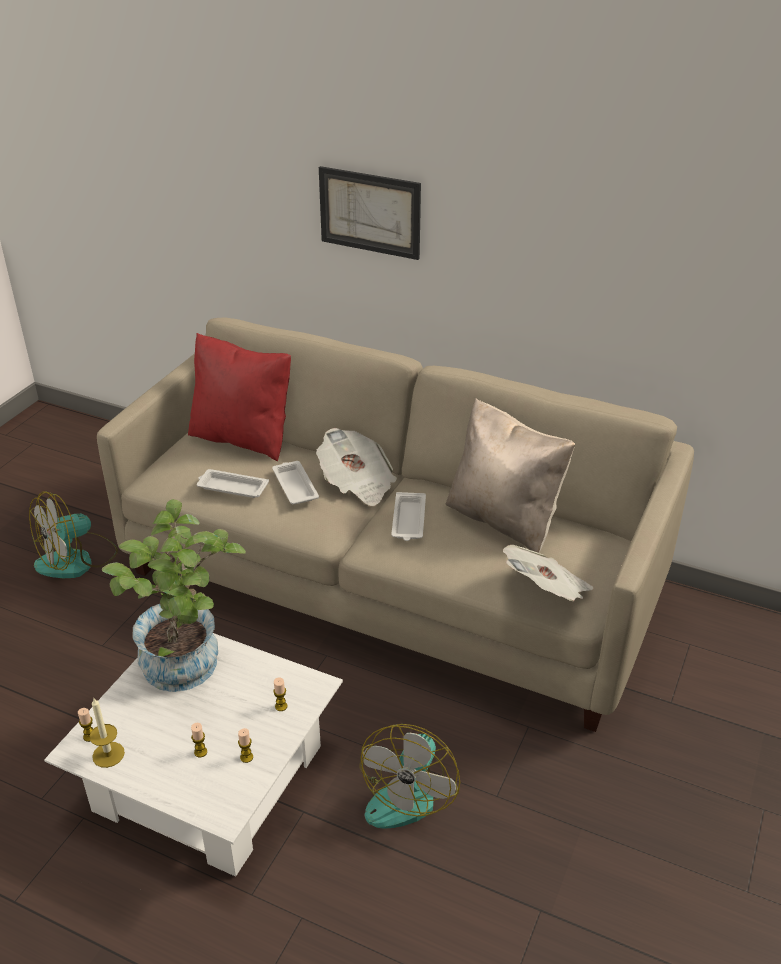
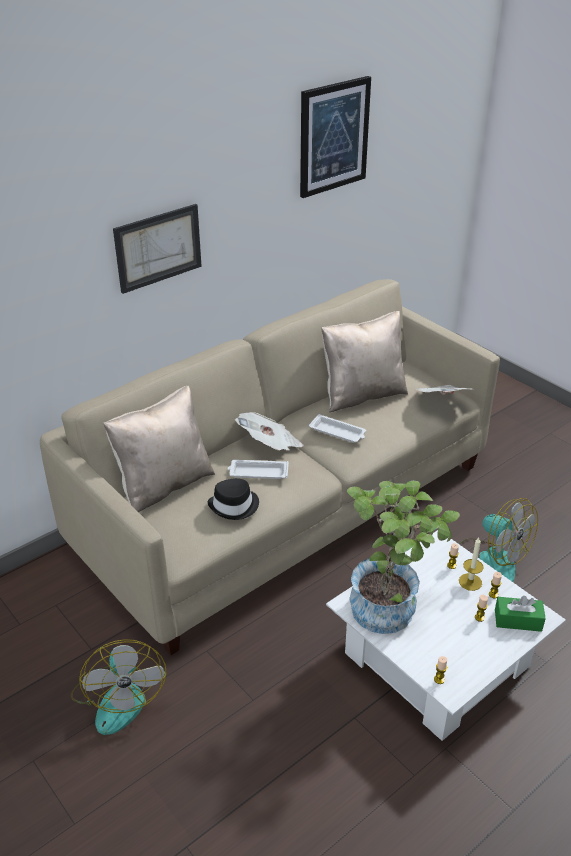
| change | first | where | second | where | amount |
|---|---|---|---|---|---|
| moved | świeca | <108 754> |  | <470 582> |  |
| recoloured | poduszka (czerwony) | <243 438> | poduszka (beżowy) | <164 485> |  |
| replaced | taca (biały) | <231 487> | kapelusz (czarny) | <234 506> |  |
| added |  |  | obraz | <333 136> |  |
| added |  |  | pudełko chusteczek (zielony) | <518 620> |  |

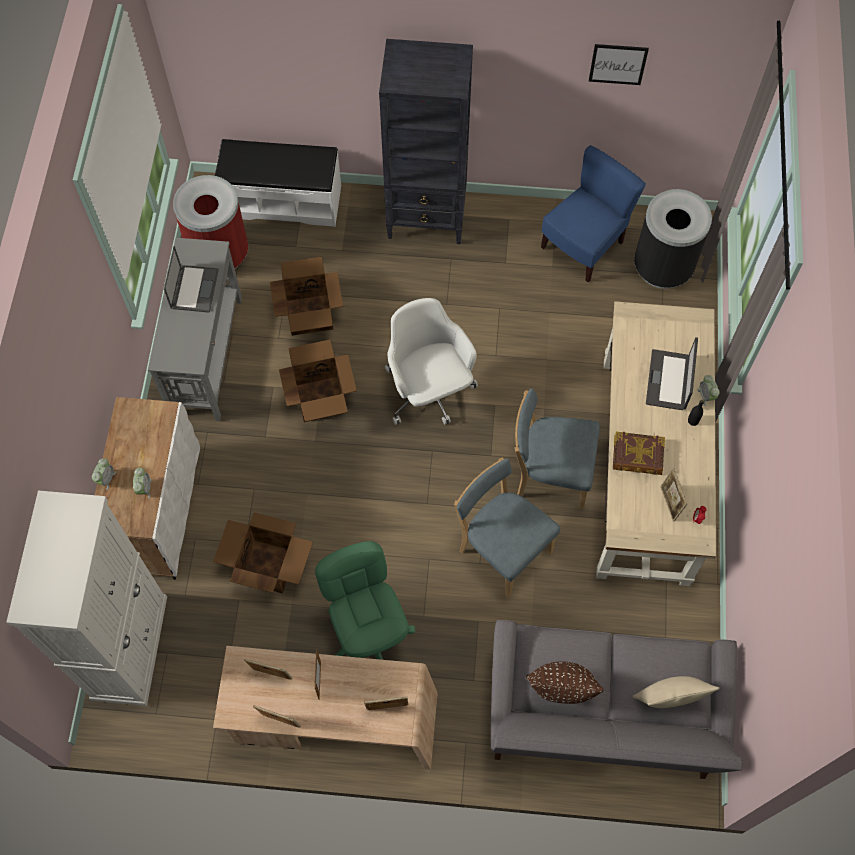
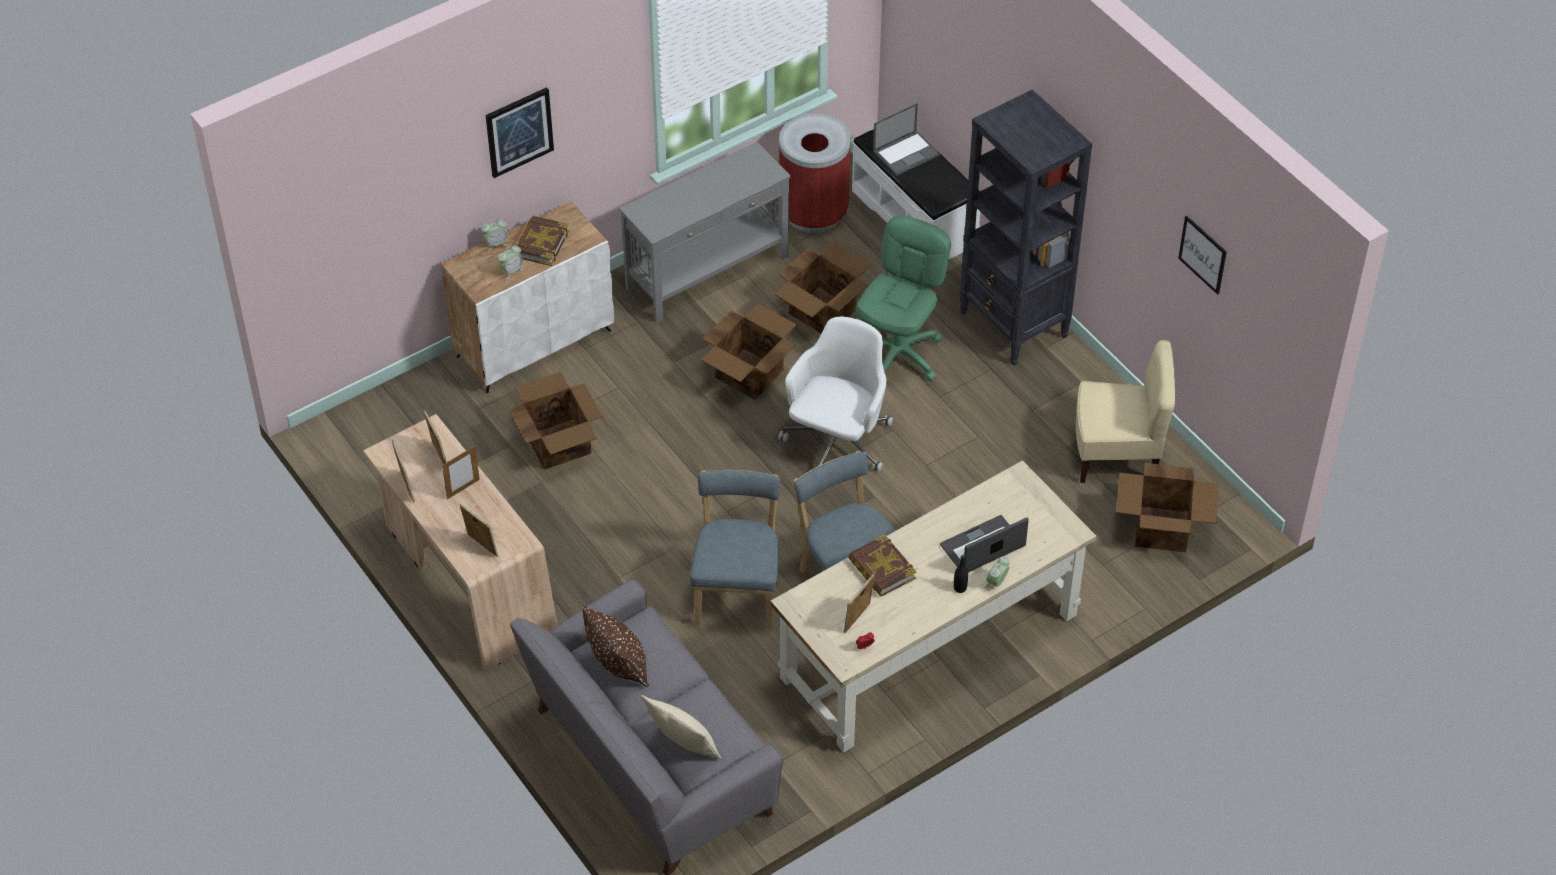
| change | first | where | second | where | amount |
|---|---|---|---|---|---|
| removed | szafka (biały) | <130 647> |  |  |  |
| moved | laptop | <194 288> |  | <906 153> |  |
| moved | krzesło biurowe (zielony) | <368 633> |  | <898 355> |  |
| recoloured | krzesło (niebieski) | <583 246> | krzesło (beżowy) | <1117 455> |  |
| replaced | kosz na śmieci (czarny) | <663 268> | karton | <1162 529> |  |
| added |  |  | obraz | <519 131> |  |
| added |  |  | książka | <541 244> |  |

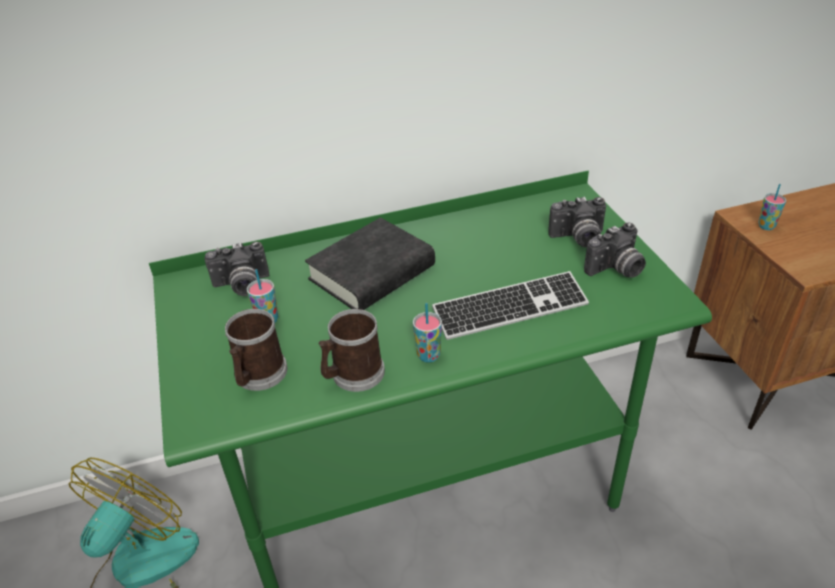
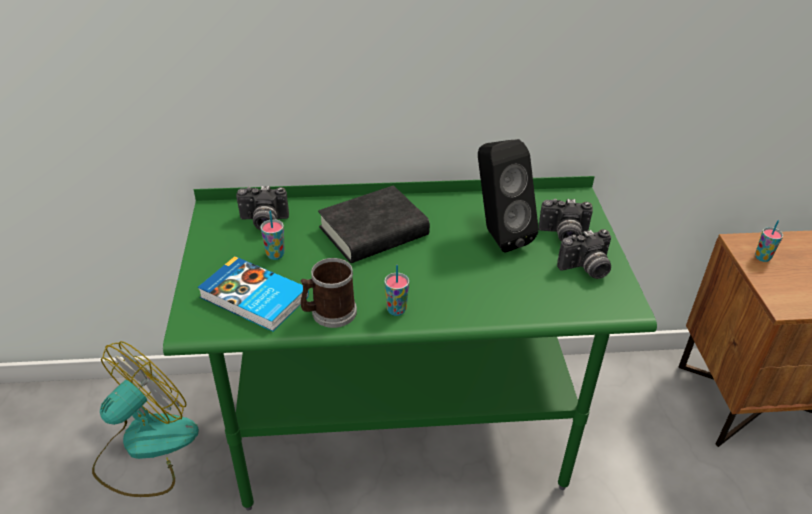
| change | first | where | second | where | amount |
|---|---|---|---|---|---|
| replaced | kubek | <258 376> | książka | <253 298> |  |
| removed | klawiatura | <510 308> |  |  |  |
| added |  |  | głośnik (czarny) | <497 235> |  |

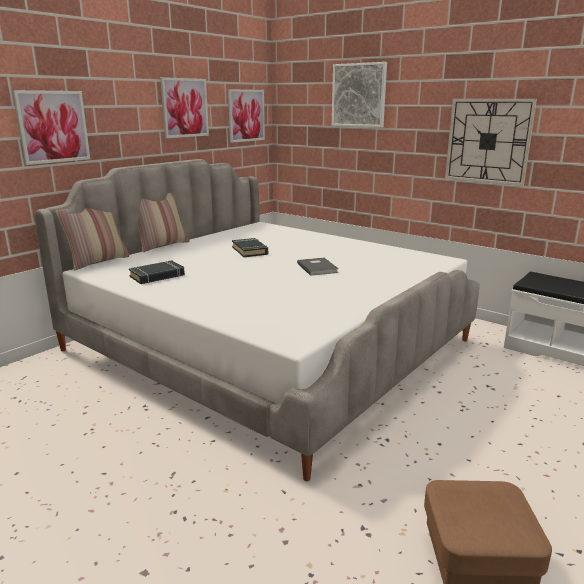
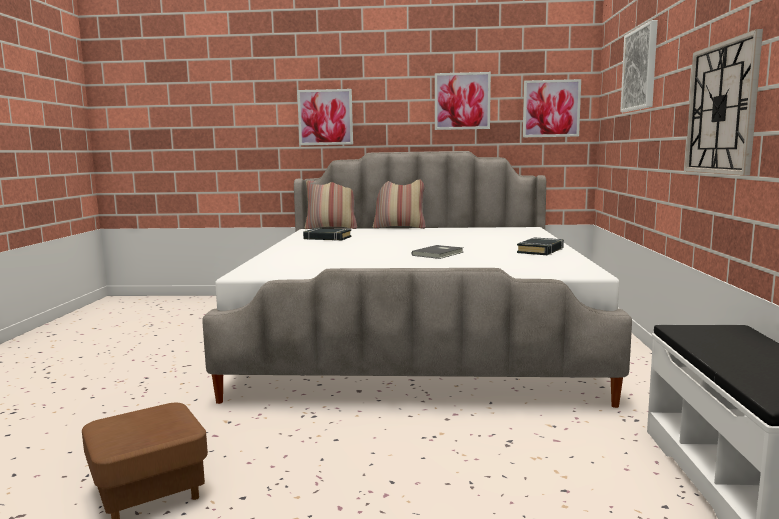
| change | first | where | second | where | amount |
|---|---|---|---|---|---|
| moved | książka (czarny) | <250 251> |  | <540 250> |  |

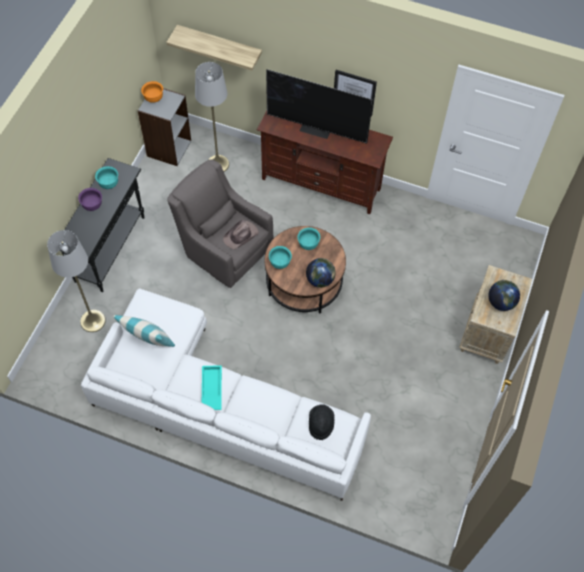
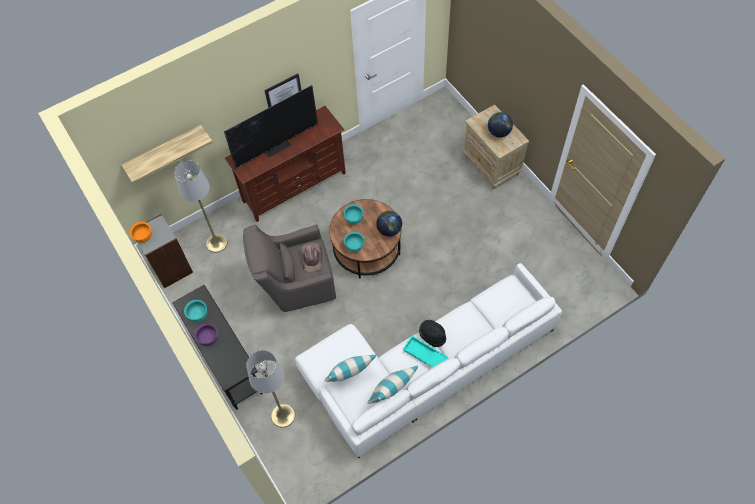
| change | first | where | second | where | amount |
|---|---|---|---|---|---|
| moved | kapelusz (czarny) | <321 424> |  | <432 335> |  |
| added |  |  | poduszka | <392 392> |  |

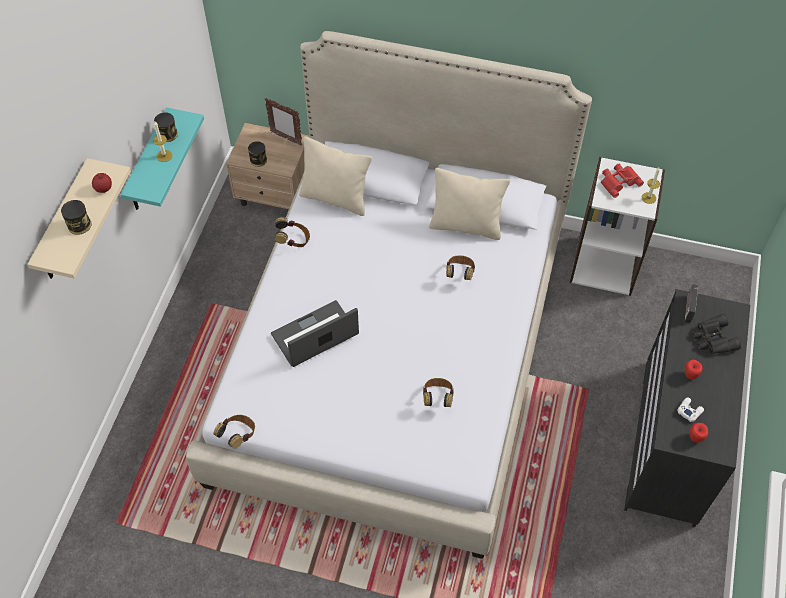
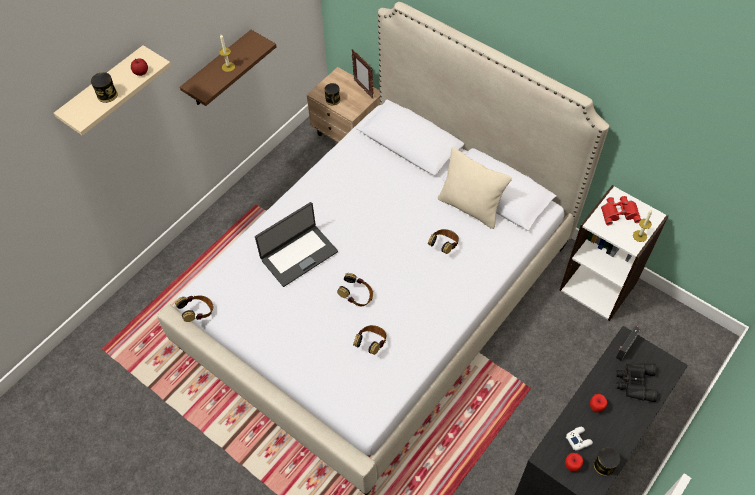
| change | first | where | second | where | amount |
|---|---|---|---|---|---|
| recoloured | półka (turkusowy) | <148 163> | półka (brązowy) | <219 70> |  |
| moved | puszka | <168 134> |  | <604 465> |  |
| turned | laptop | <315 335> |  | <298 255> | 150 degrees clockwise |
| moved | słuchawki | <293 241> |  | <357 297> |  |
| removed | poduszka (beżowy) | <335 198> |  |  |  |

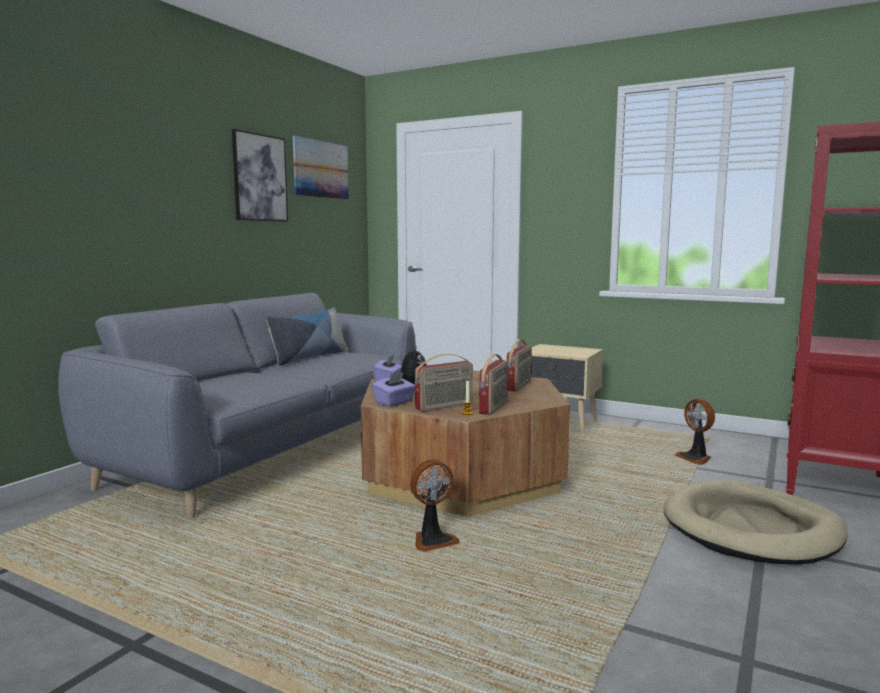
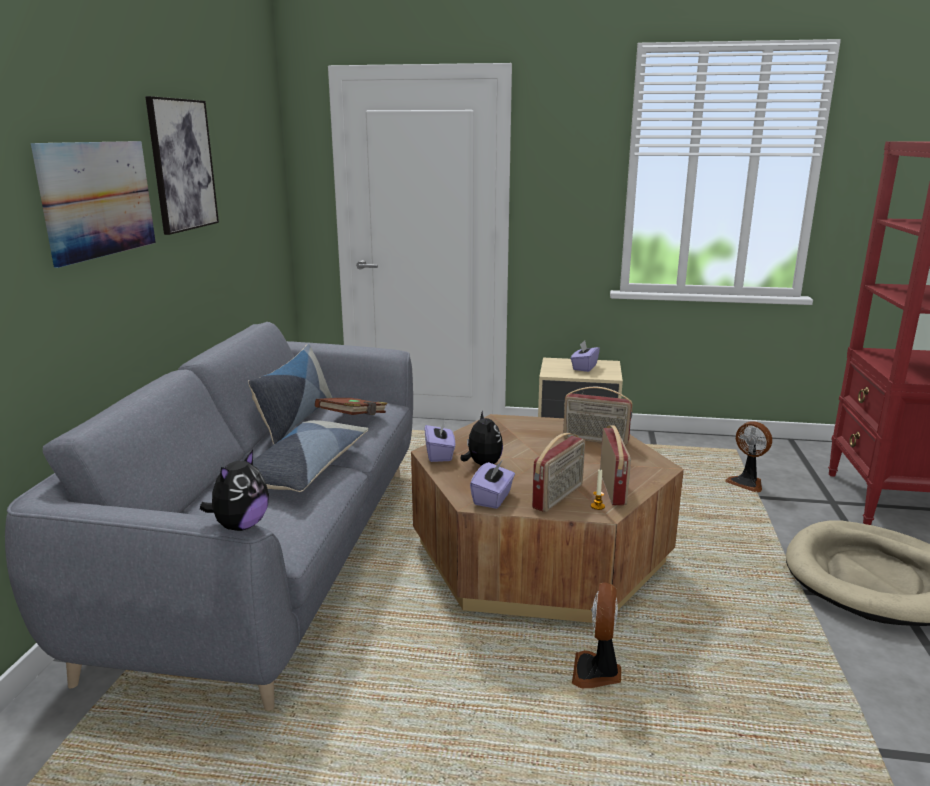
| change | first | where | second | where | amount |
|---|---|---|---|---|---|
| moved | obraz | <321 169> |  | <98 199> |  |
| turned | wentylator | <433 540> |  | <597 672> | 150 degrees clockwise |
| turned | radio | <519 385> |  | <595 440> | 105 degrees clockwise |
| added |  |  | pluszak | <240 526> |  |
| added |  |  | poduszka | <304 469> |  |
| added |  |  | książka (brązowy) | <354 419> |  |
| added |  |  | pudełko chusteczek (fioletowy) | <584 367> |  |

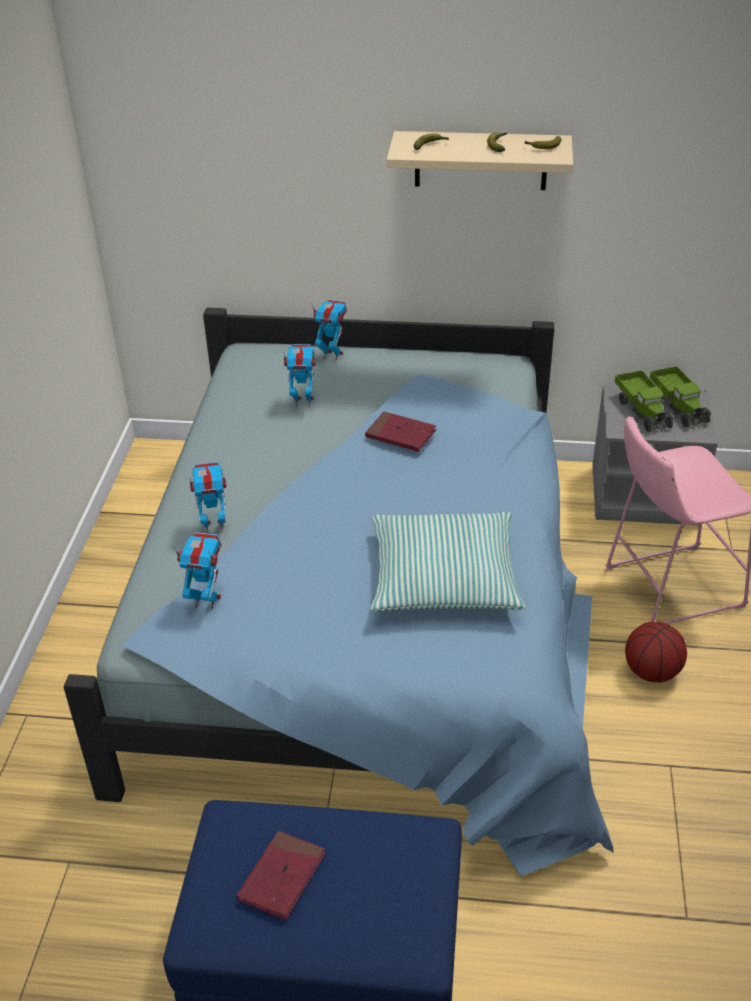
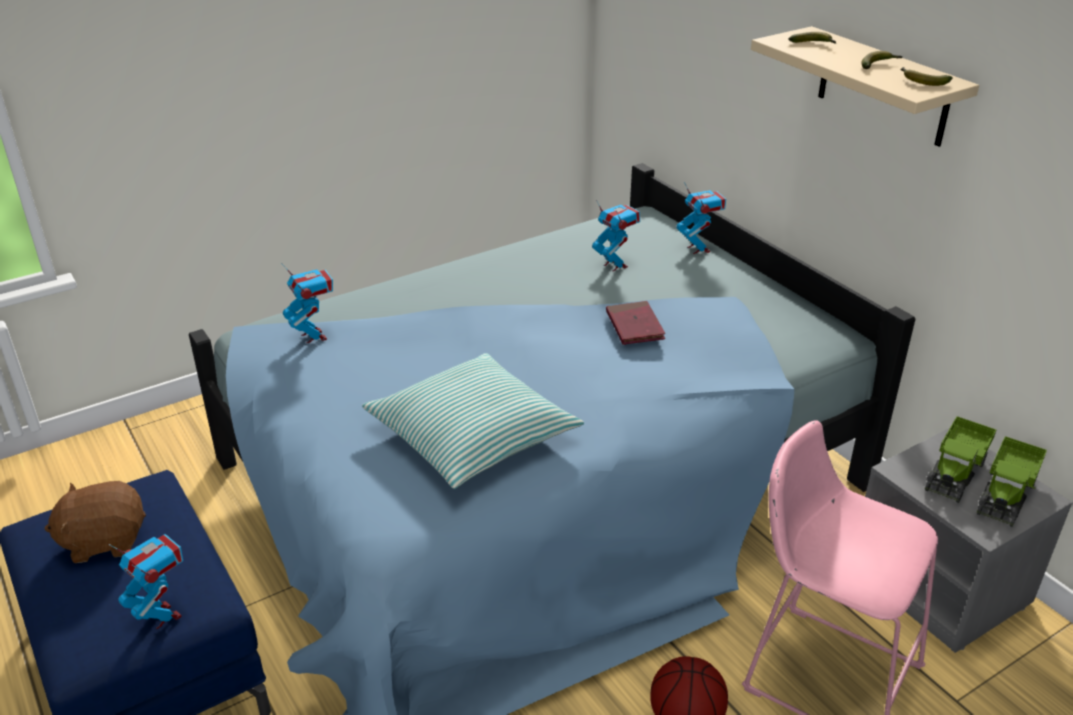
| change | first | where | second | where | amount |
|---|---|---|---|---|---|
| moved | robot zabawkowy | <214 526> |  | <163 616> |  |
| replaced | książka (czerwony) | <282 877> | pluszak (brązowy) | <104 540> |  |

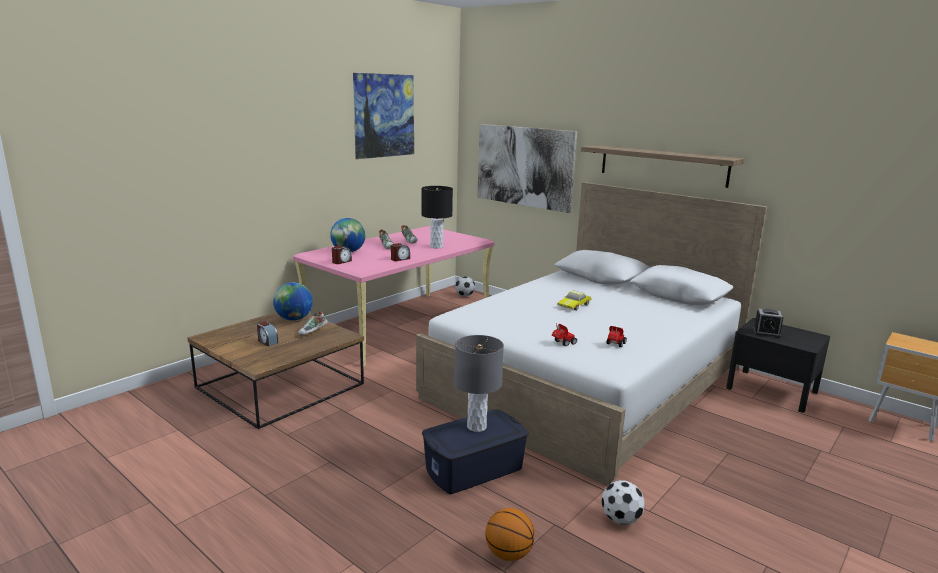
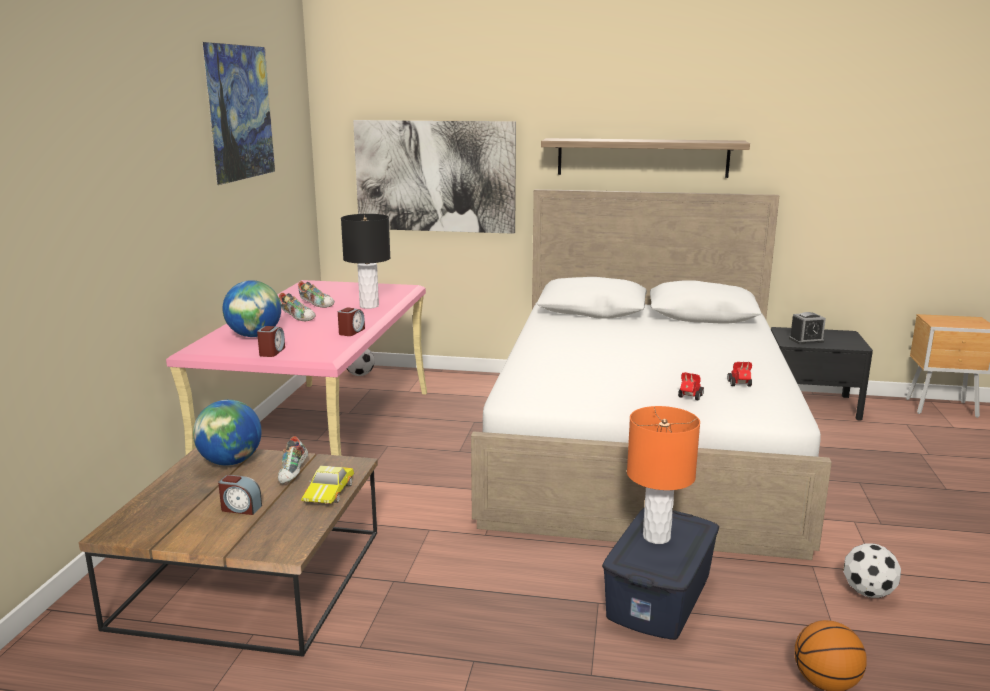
| change | first | where | second | where | amount |
|---|---|---|---|---|---|
| recoloured | lampa stołowa (szary) | <477 427> | lampa stołowa (pomarańczowy) | <657 536> |  |
| moved | samochodzik | <575 305> |  | <330 492> |  |

